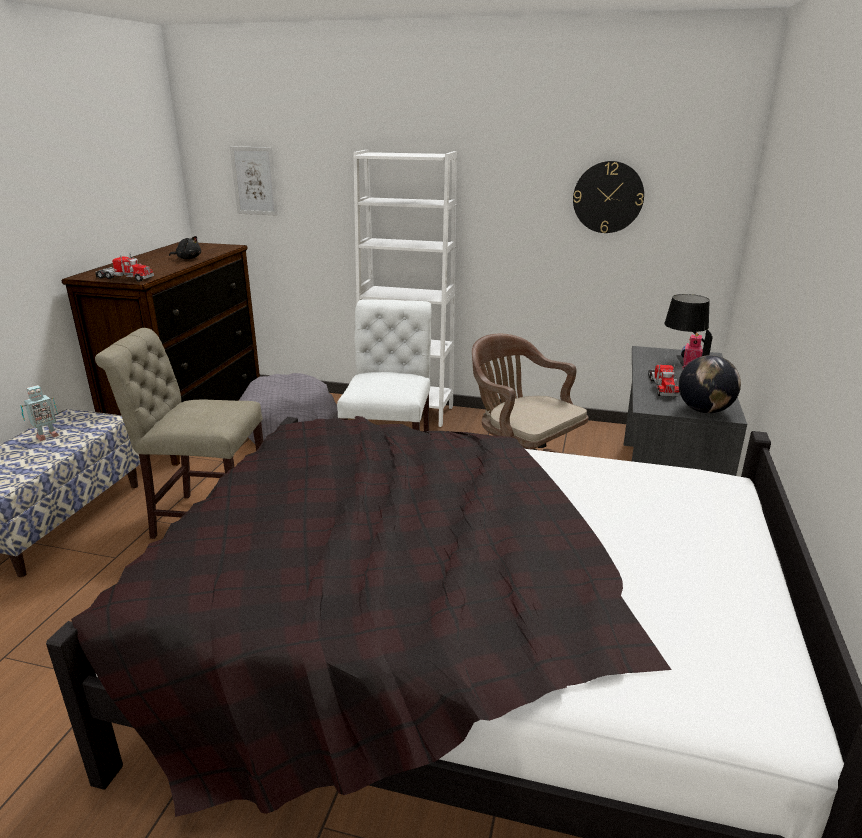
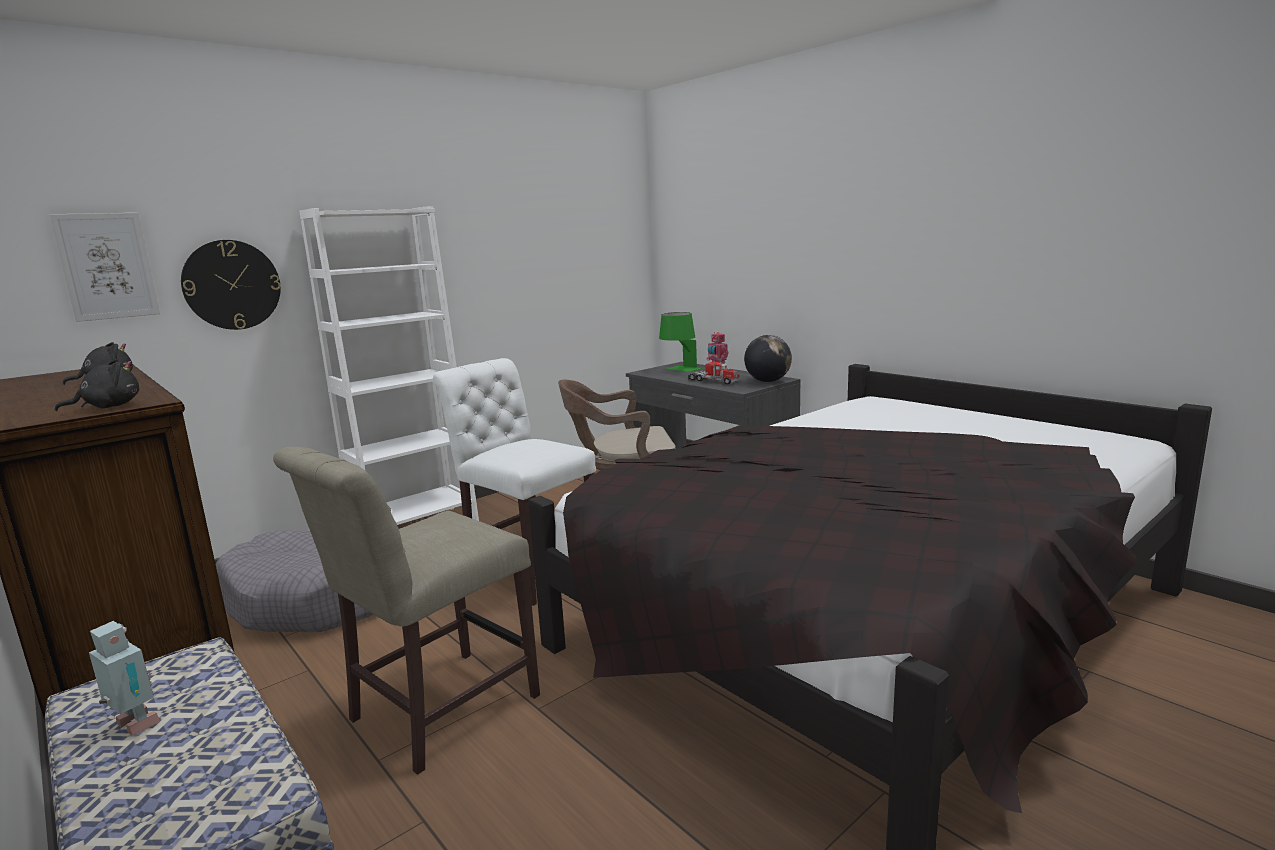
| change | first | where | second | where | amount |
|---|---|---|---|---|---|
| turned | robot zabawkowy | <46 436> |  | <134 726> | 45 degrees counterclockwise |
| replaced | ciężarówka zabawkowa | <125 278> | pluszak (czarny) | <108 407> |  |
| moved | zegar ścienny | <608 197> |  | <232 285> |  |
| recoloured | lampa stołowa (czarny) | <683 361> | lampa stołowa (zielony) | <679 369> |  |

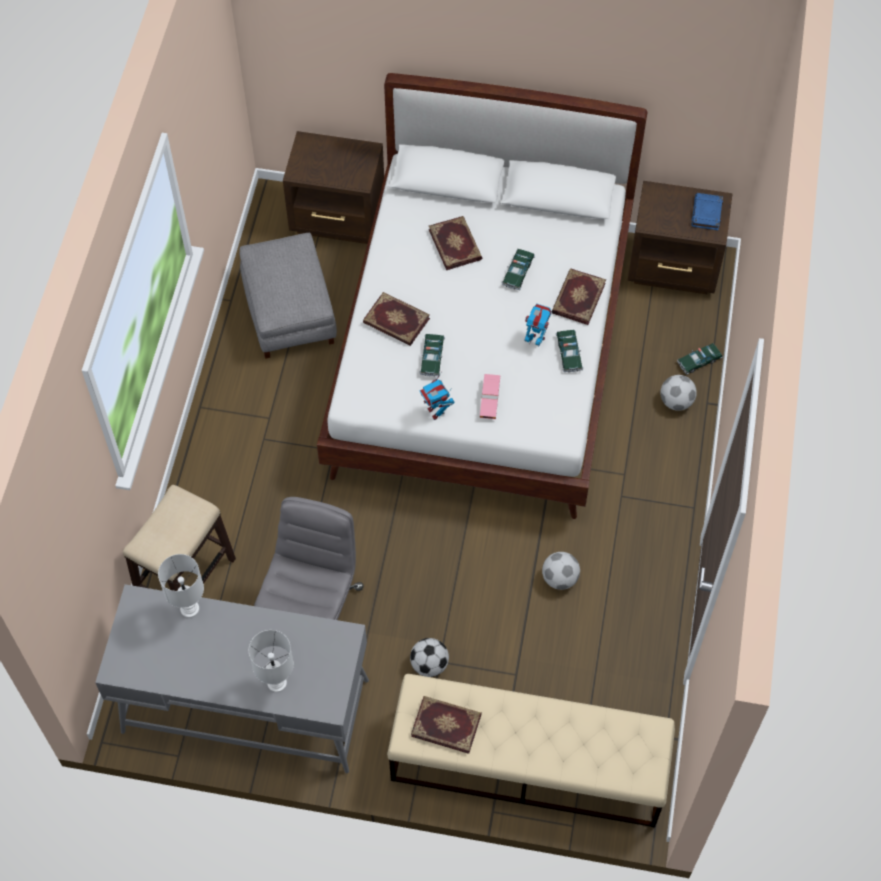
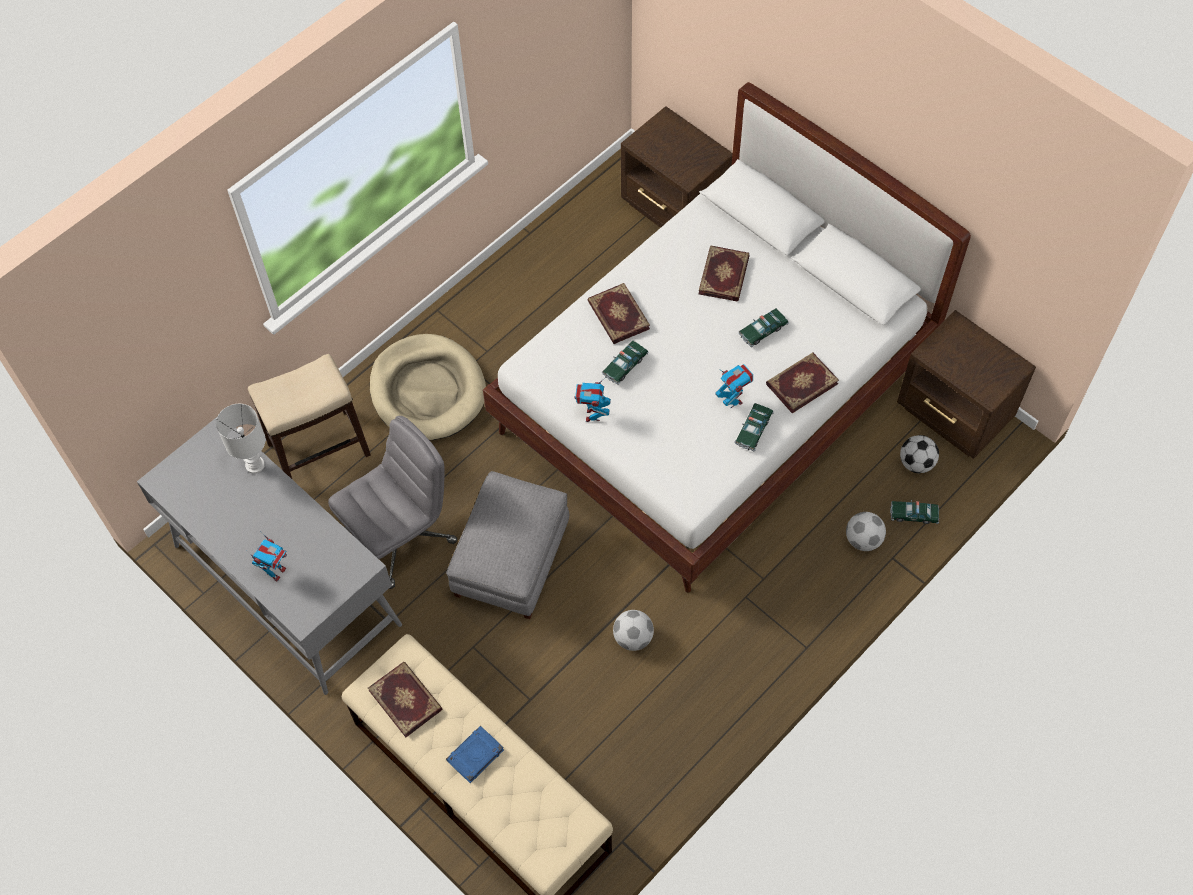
| change | first | where | second | where | amount |
|---|---|---|---|---|---|
| moved | pufa (szary) | <290 312> |  | <512 561> |  |
| replaced | lampa stołowa (biały) | <277 683> | robot zabawkowy | <276 572> |  |
| moved | piłka futbolowa | <429 664> |  | <916 463> |  |
| removed | samochodzik (różowy) | <489 399> |  |  |  |
| moved | książka (niebieski) | <706 214> |  | <475 756> |  |
| added |  |  | legowisko (beżowy) | <428 390> |  |

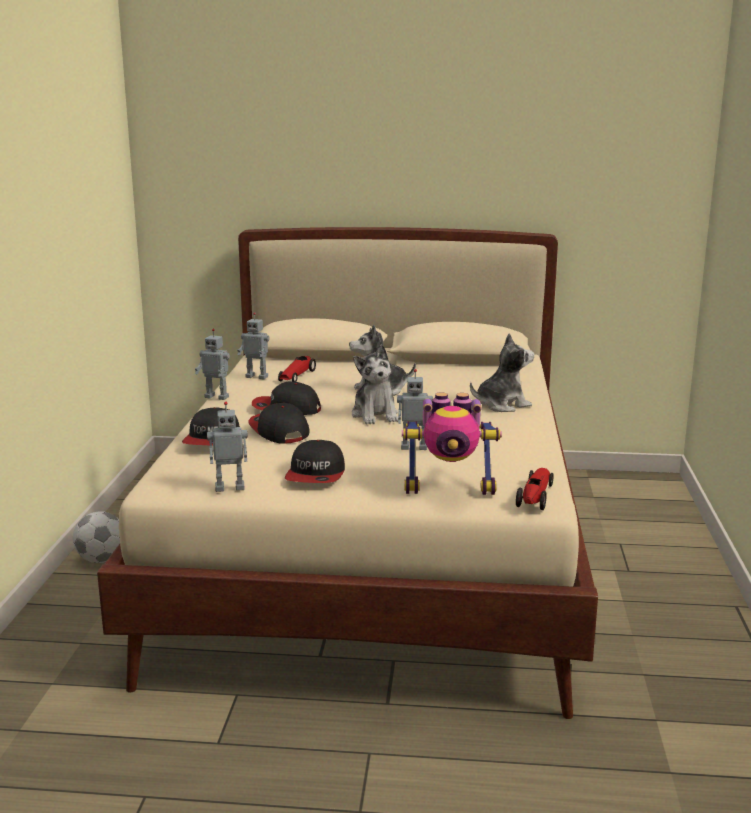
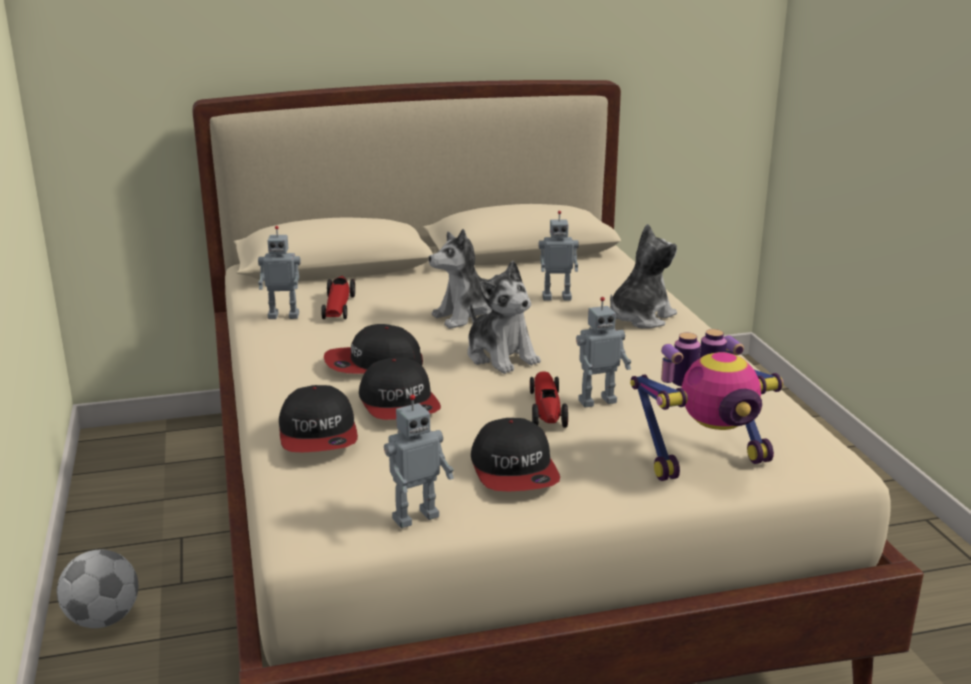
| change | first | where | second | where | amount |
|---|---|---|---|---|---|
| moved | robot zabawkowy | <217 397> |  | <556 297> |  |
| turned | czapka z daszkiem | <278 430> |  | <399 404> | 150 degrees counterclockwise |
| moved | samochodzik | <535 496> |  | <547 410> |  |

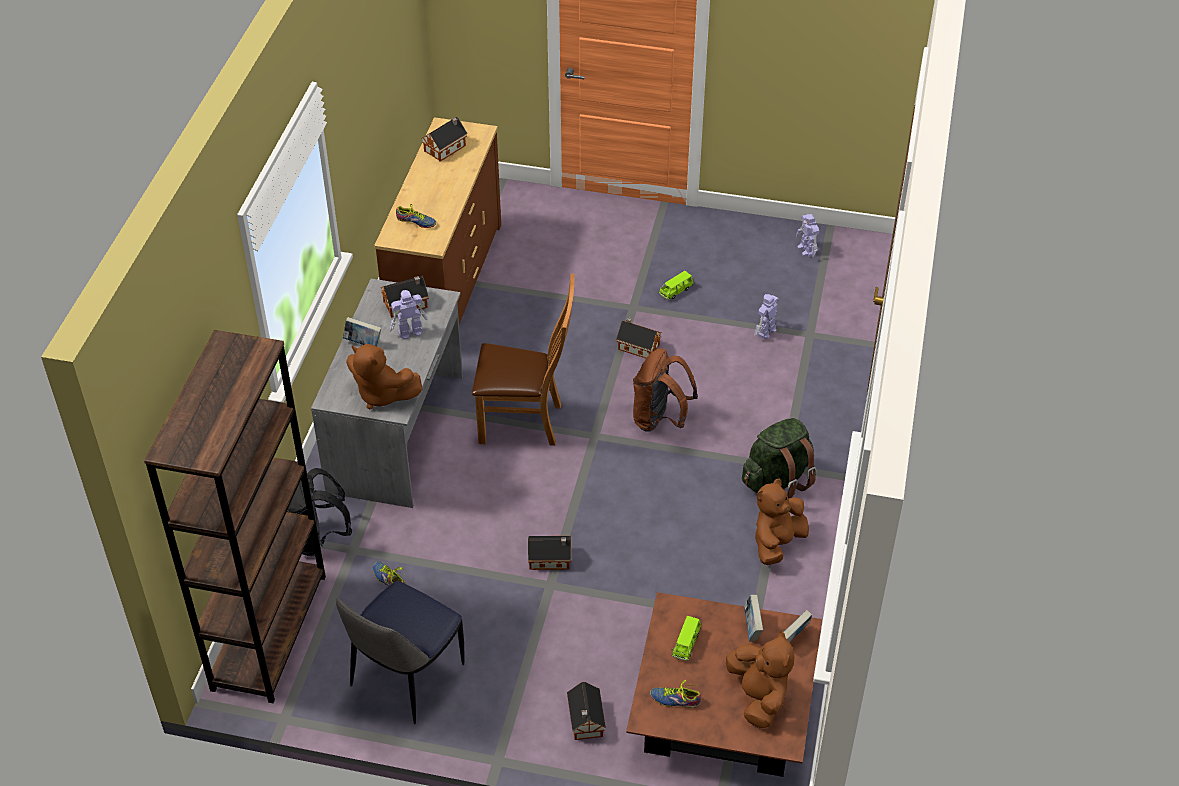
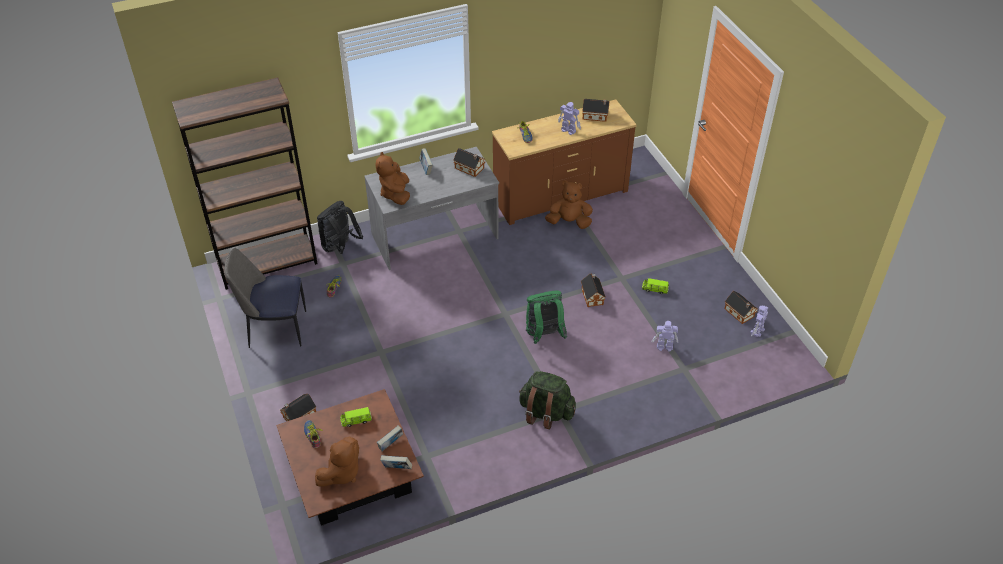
| change | first | where | second | where | amount |
|---|---|---|---|---|---|
| moved | robot zabawkowy | <409 332> |  | <568 130> |  |
| removed | krzesło (brązowy) | <526 422> |  |  |  |
| moved | domek | <551 559> |  | <740 313> |  |
| recoloured | plecak (brązowy) | <660 419> | plecak (zielony) | <544 335> |  |
| moved | pluszak (brązowy) | <777 543> |  | <569 222> |  |

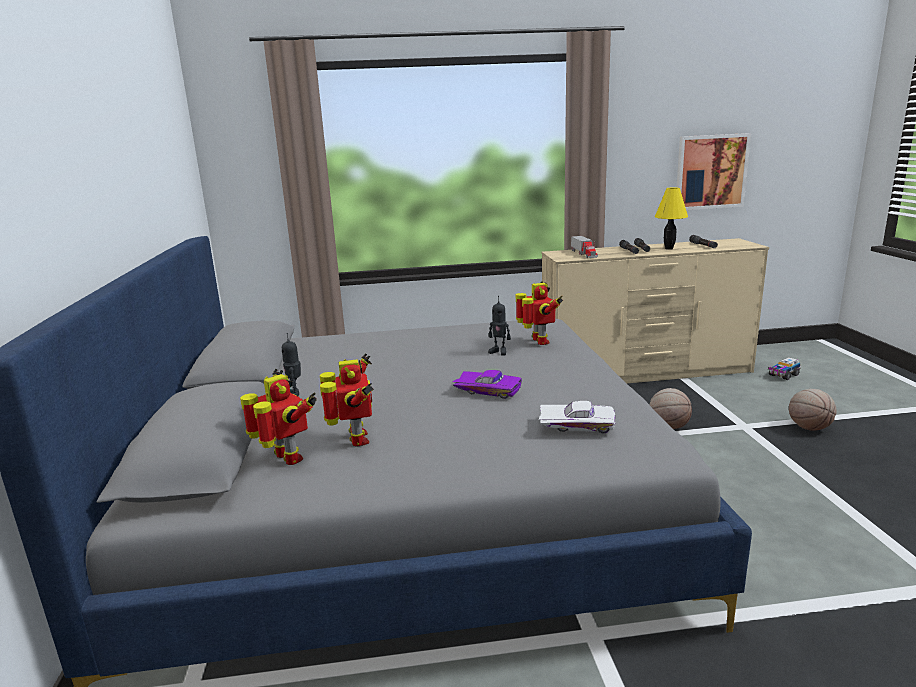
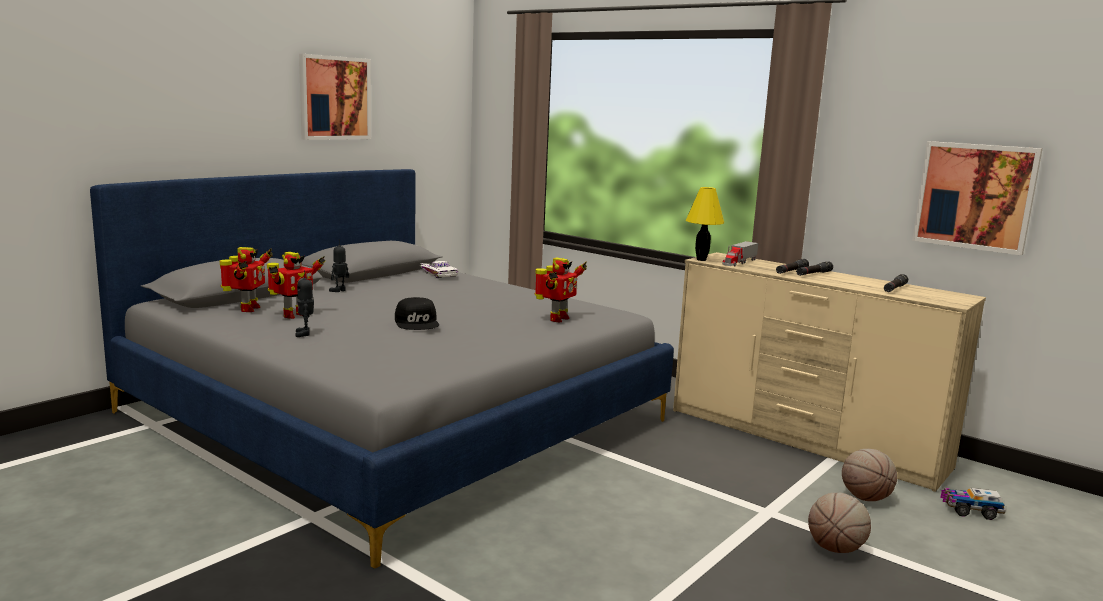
| change | first | where | second | where | amount |
|---|---|---|---|---|---|
| replaced | samochodzik (fioletowy) | <488 389> | czapka z daszkiem (czarny) | <417 322> |  |
| moved | robot zabawkowy | <499 352> |  | <305 334> |  |
| moved | samochodzik (biały) | <576 424> |  | <440 274> |  |
| moved | piłka do koszykówki | <669 426> |  | <865 498> |  |
| moved | lampa stołowa (żółty) | <668 248> |  | <701 260> |  |
| added |  |  | obraz | <334 98> |  |

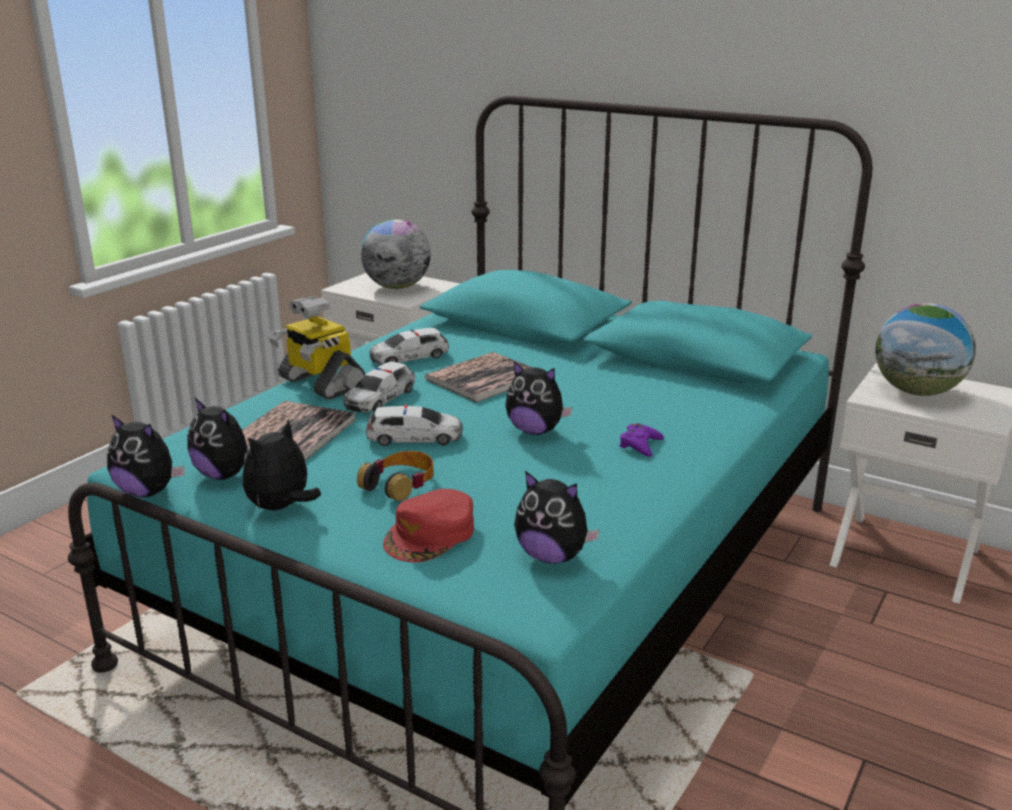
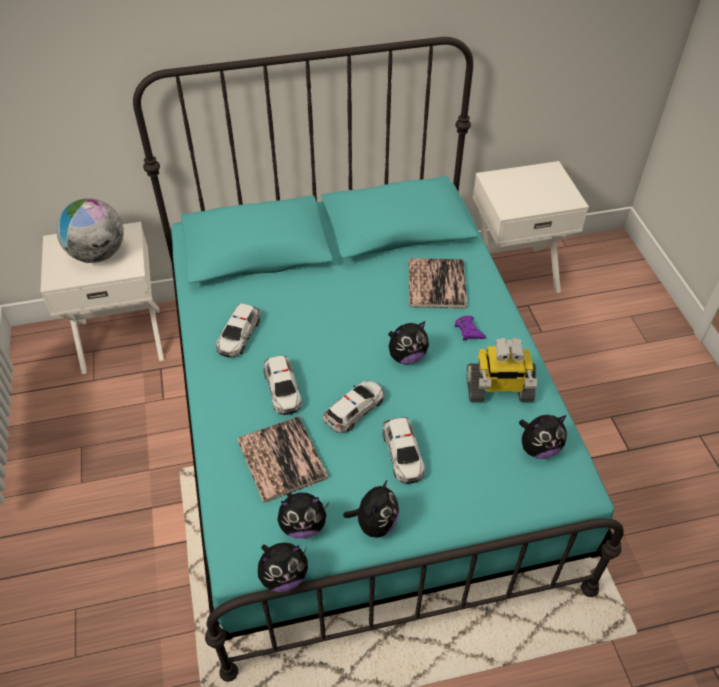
| change | first | where | second | where | amount |
|---|---|---|---|---|---|
| turned | pluszak | <281 508> |  | <374 523> | 150 degrees counterclockwise |
| moved | robot zabawkowy | <320 383> |  | <498 389> |  |
| replaced | słuchawki | <399 483> | samochodzik | <403 454> |  |
| removed | czapka z daszkiem (czerwony) | <431 535> |  |  |  |
| moved | książka | <484 378> |  | <436 284> |  |
| removed | globus | <916 392> |  |  |  |

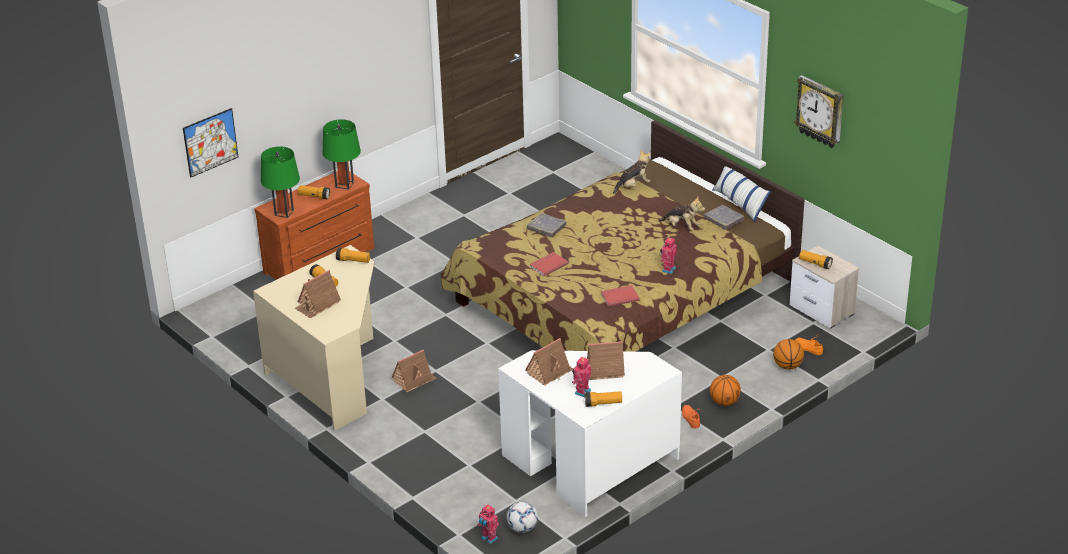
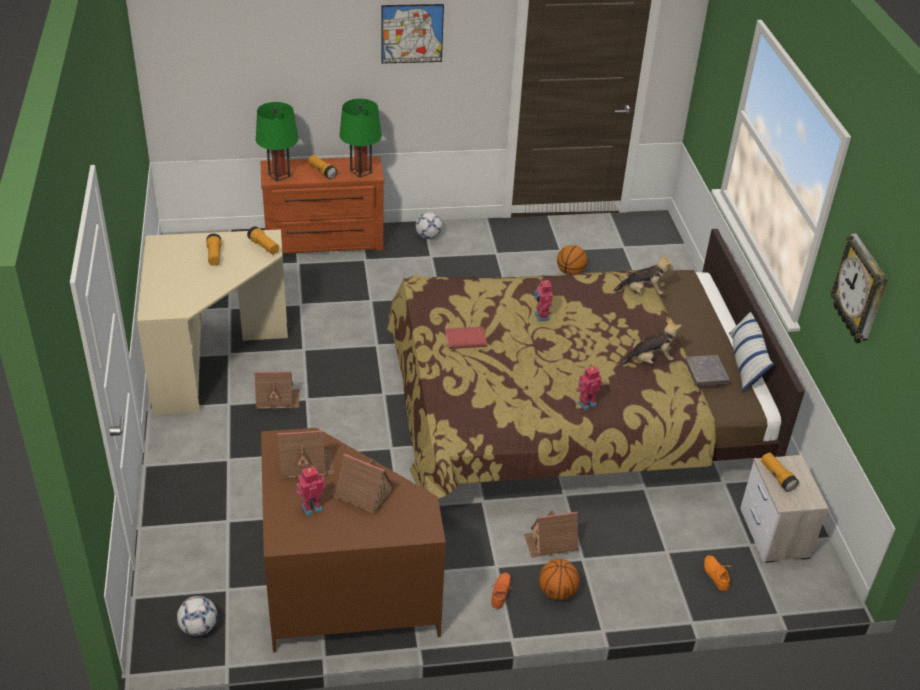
| change | first | where | second | where | amount |
|---|---|---|---|---|---|
| moved | obraz | <210 142> |  | <412 33> |  |
| moved | domek | <317 305> |  | <551 542> |  |
| moved | robot zabawkowy | <488 539> |  | <541 316> |  |
| recoloured | biurko (biały) | <590 466> | biurko (brązowy) | <341 591> |  |
| removed | książka (szary) | <546 227> |  |  |  |
| removed | latarka | <603 404> |  |  |  |
| removed | książka (czerwony) | <619 296> |  |  |  |
| turned | pluszak | <682 227> |  | <650 360> | 75 degrees counterclockwise |
| moved | piłka do koszykówki | <787 366> |  | <570 272> |  |
| added |  |  | piłka futbolowa | <428 236> |  |

